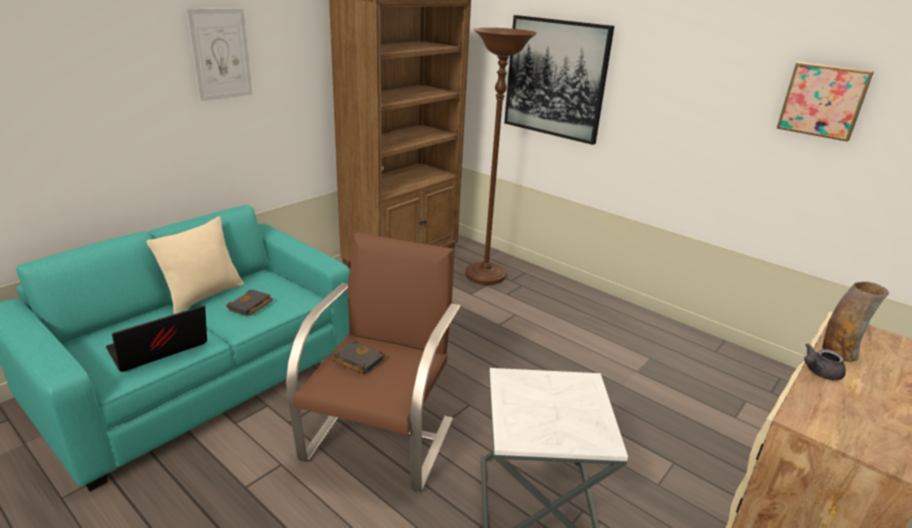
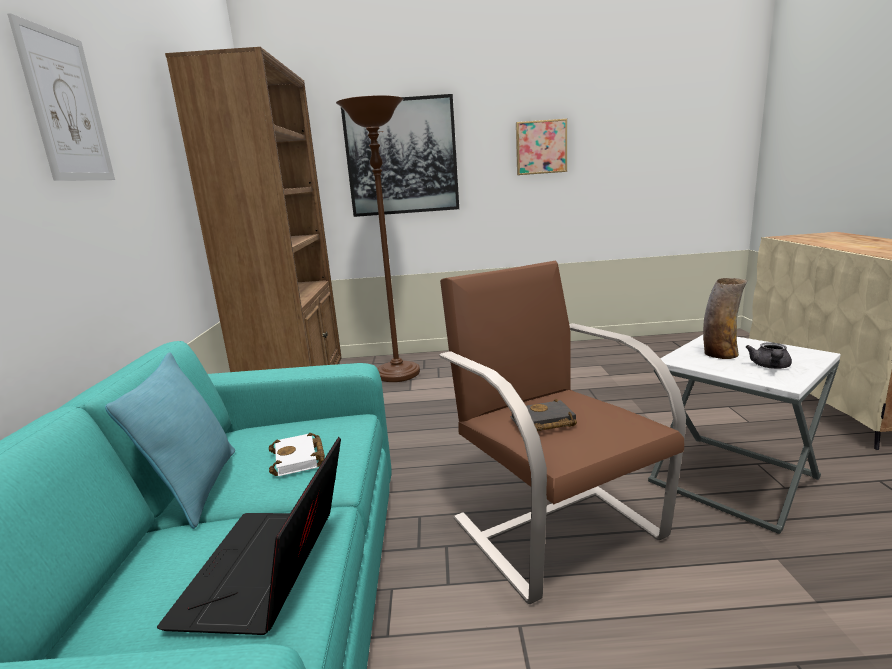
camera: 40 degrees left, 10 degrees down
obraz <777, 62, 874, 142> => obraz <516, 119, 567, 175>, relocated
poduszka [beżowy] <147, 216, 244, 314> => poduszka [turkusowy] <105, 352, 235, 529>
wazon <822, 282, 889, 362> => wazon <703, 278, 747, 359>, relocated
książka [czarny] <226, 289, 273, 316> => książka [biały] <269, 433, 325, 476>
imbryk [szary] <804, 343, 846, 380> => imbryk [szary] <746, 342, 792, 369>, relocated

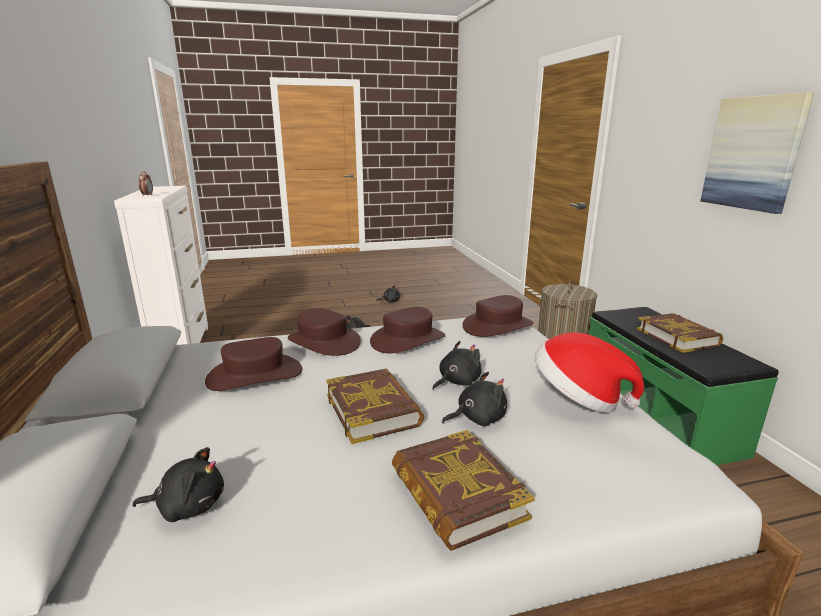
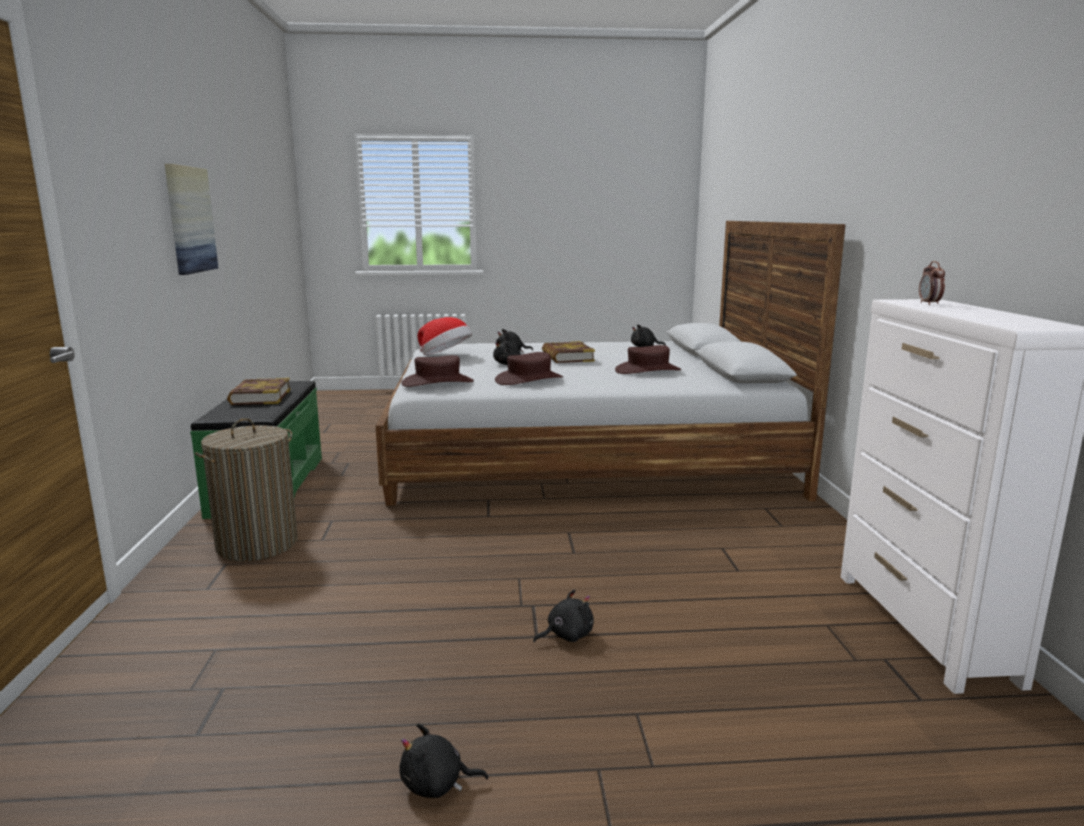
camera: 170 degrees left, 5 degrees down
kapelusz [brązowy] <288, 308, 361, 356> => nothing
książka <392, 430, 535, 551> => nothing

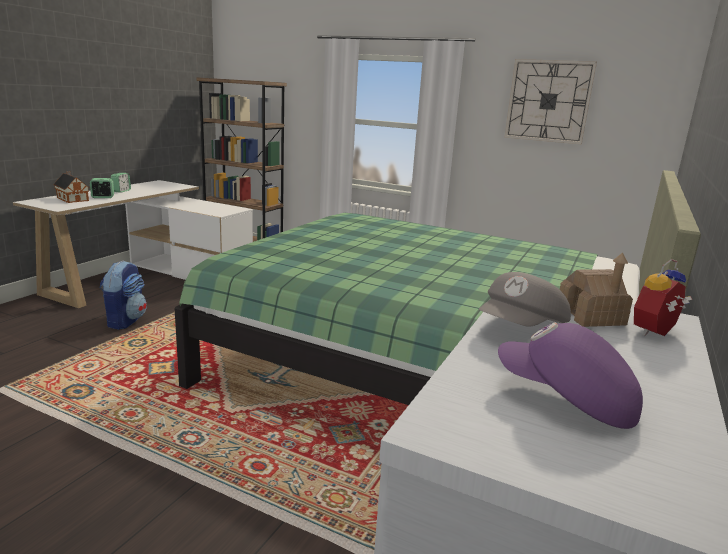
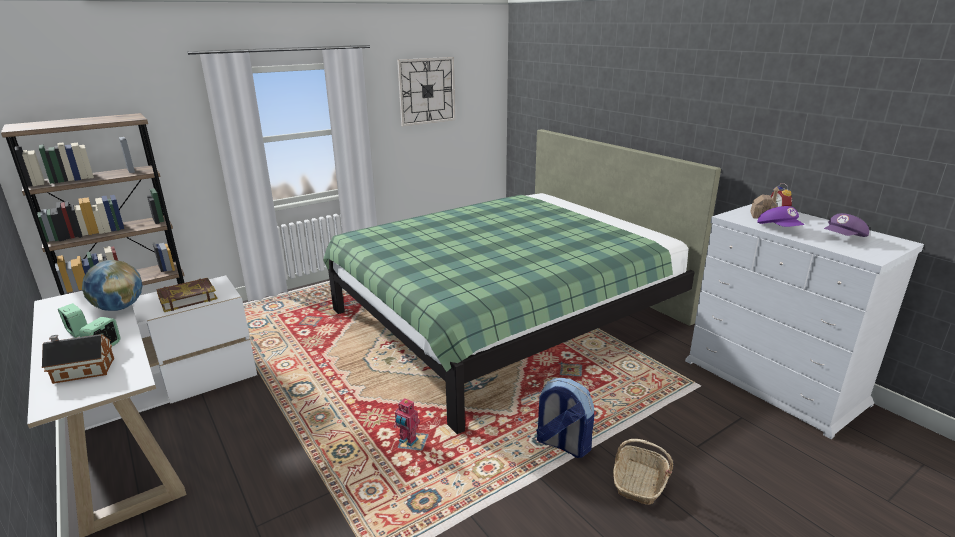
camera: 60 degrees left, 5 degrees up
plecak <100, 261, 147, 330> => plecak <536, 378, 594, 458>, relocated
czapka z daszkiem [szary] <478, 272, 571, 327> => czapka z daszkiem [fioletowy] <757, 206, 804, 227>
nothing => globus <82, 260, 142, 311>
nothing => książka <156, 278, 217, 312>
nothing => robot zabawkowy <394, 398, 420, 447>
nothing => koszyk <613, 439, 673, 505>

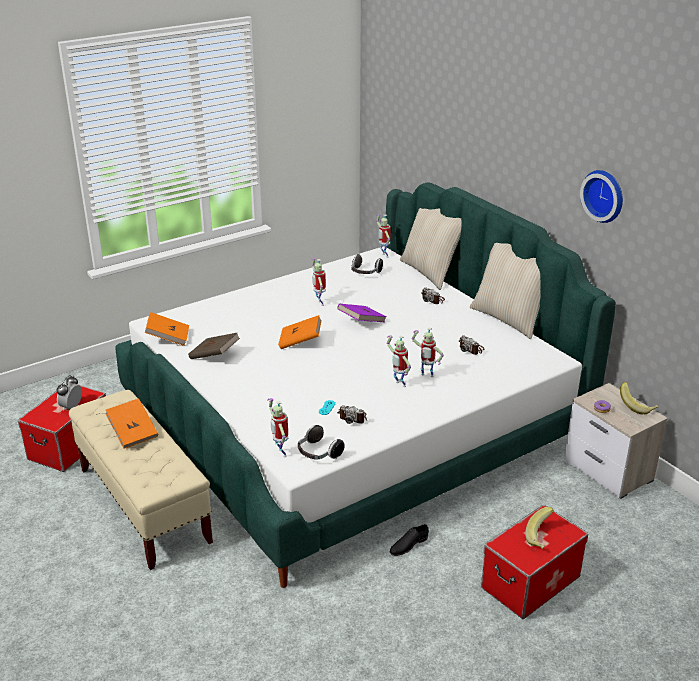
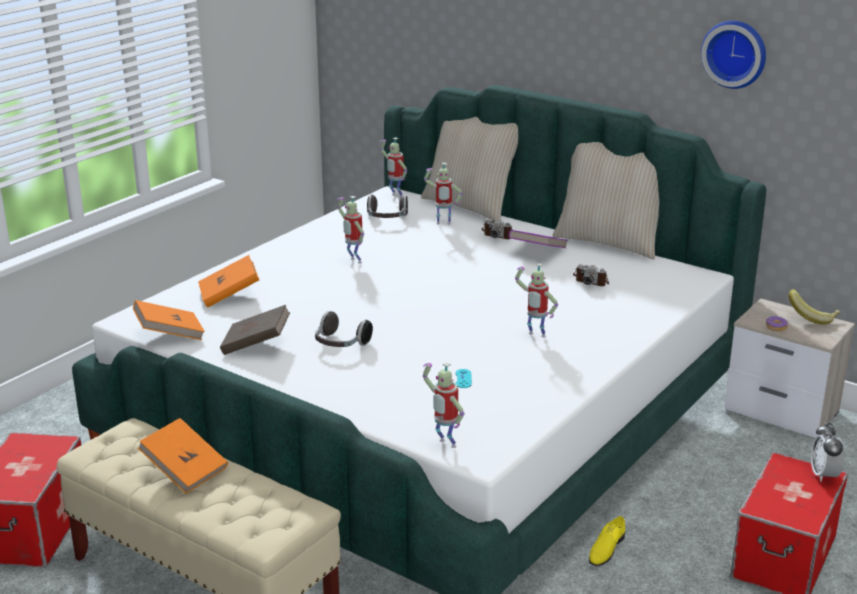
camera: 20 degrees left, 5 degrees down
książka [fioletowy] <337, 303, 386, 322> => książka [fioletowy] <509, 230, 568, 248>, relocated
książka [pomarańczowy] <278, 315, 322, 349> => książka [pomarańczowy] <198, 255, 259, 308>, relocated
robot zabawkowy <412, 327, 444, 377> => robot zabawkowy <424, 163, 463, 224>, relocated
budzik <56, 375, 82, 411> => budzik <811, 423, 845, 482>, relocated
aparat fotograficzny <337, 405, 367, 424> => nothing
słuchawki <298, 425, 345, 459> => słuchawki <315, 311, 373, 347>, relocated
banan <525, 507, 554, 549> => nothing
but [czarny] <390, 524, 429, 556> => but [żółty] <589, 516, 625, 566>

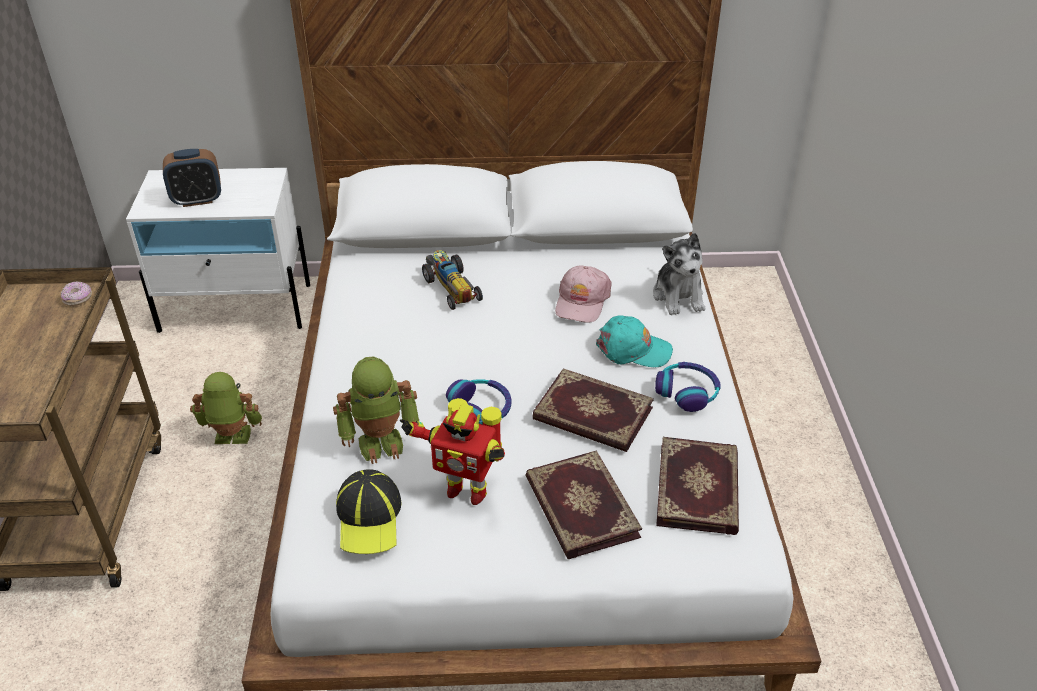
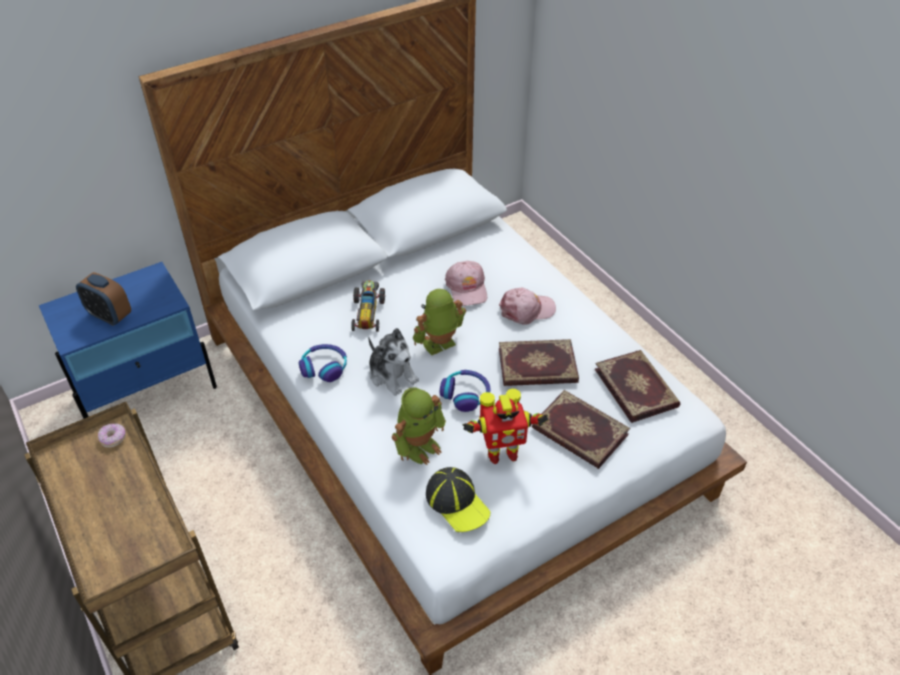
camera: 30 degrees left, 5 degrees up
budzik <163, 149, 221, 207> => budzik <76, 272, 131, 326>, 75 degrees clockwise
szafka nocna [biały] <126, 168, 310, 333> => szafka nocna [niebieski] <39, 262, 217, 419>
pluszak <653, 233, 705, 315> => pluszak <368, 328, 419, 396>, relocated
samochodzik <422, 250, 483, 310> => samochodzik <351, 280, 386, 332>, 60 degrees clockwise
czapka z daszkiem [turkusowy] <596, 316, 673, 367> => czapka z daszkiem [różowy] <499, 288, 556, 325>
słuchawki <655, 362, 721, 412> => słuchawki <299, 344, 347, 382>, relocated
robot zabawkowy <190, 372, 262, 444> => robot zabawkowy <413, 289, 466, 355>, relocated

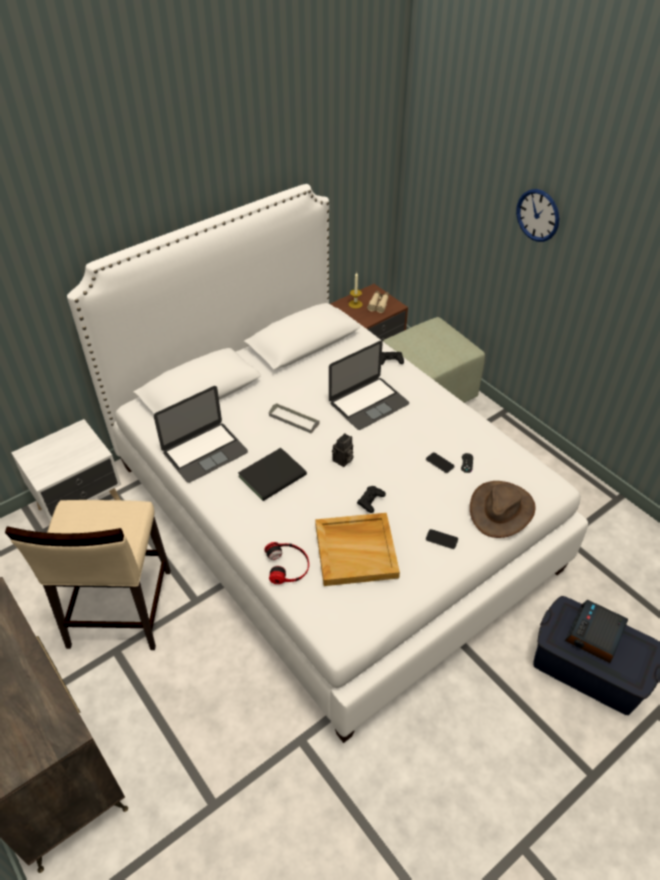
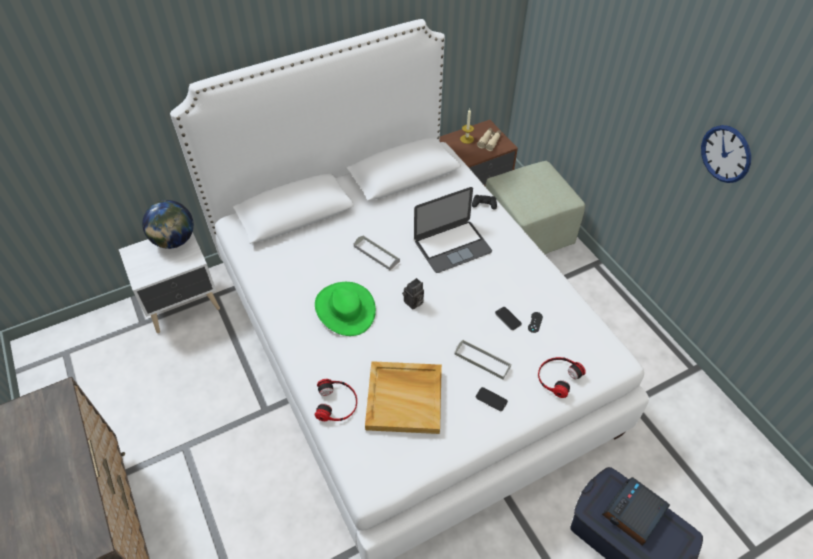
camera: 10 degrees right, 5 degrees up
zegar ścienny <516, 189, 559, 242> => zegar ścienny <701, 125, 751, 183>, relocated
laptop <154, 386, 248, 483> => nothing
książka [czarny] <238, 448, 307, 501> => kapelusz [zielony] <315, 282, 376, 336>
kapelusz [brązowy] <470, 481, 536, 538> => słuchawki <538, 357, 586, 398>
pad do gier [czarny] <357, 486, 386, 513> => nothing
krzesło [beżowy] <5, 500, 171, 650> => nothing
nothing => globus <142, 200, 194, 249>
nothing => taca [szary] <454, 340, 512, 379>

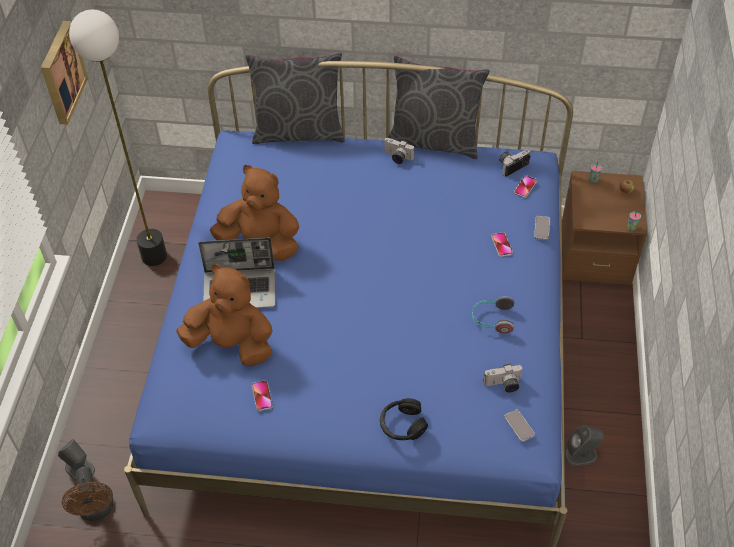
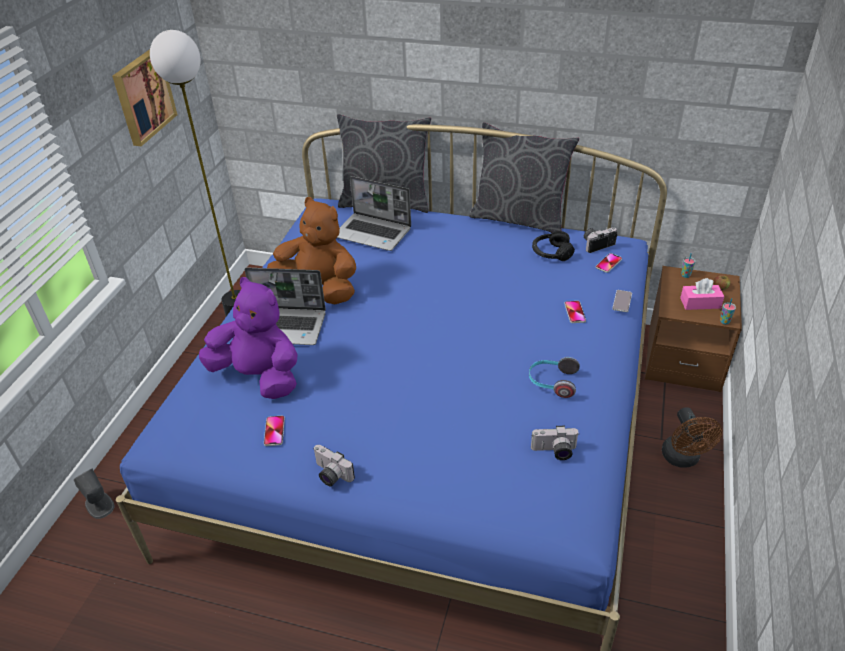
camera: 10 degrees right, 10 degrees down
aparat fotograficzny <384, 138, 414, 164> => aparat fotograficzny <313, 445, 355, 487>, relocated
pluszak [brązowy] <176, 264, 273, 366> => pluszak [fioletowy] <199, 277, 297, 399>
słuchawki [czarny] <380, 398, 428, 440> => słuchawki [czarny] <532, 231, 575, 261>, relocated
telefon <504, 410, 535, 442> => nothing
głośnik [szary] <565, 426, 604, 466> => nothing
wentylator [brązowy] <62, 467, 114, 521> => wentylator [brązowy] <662, 407, 722, 467>, relocated
nothing => laptop <337, 176, 411, 251>
nothing => pudełko chusteczek [różowy] <680, 278, 724, 310>

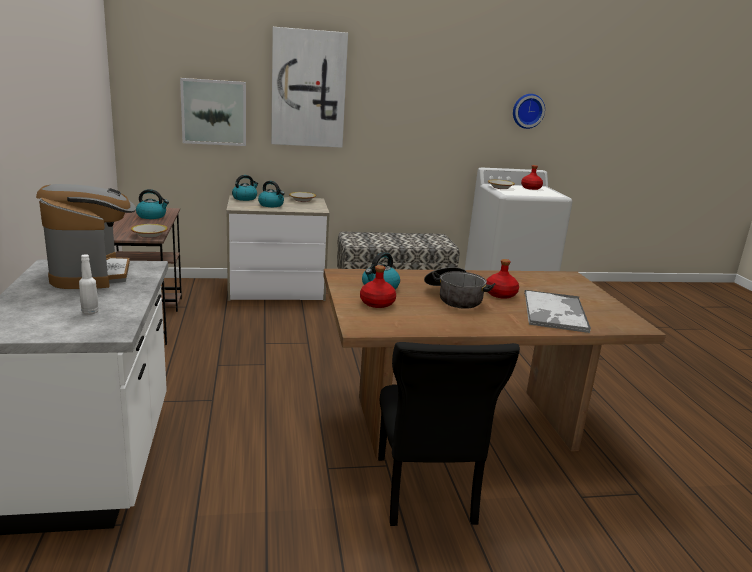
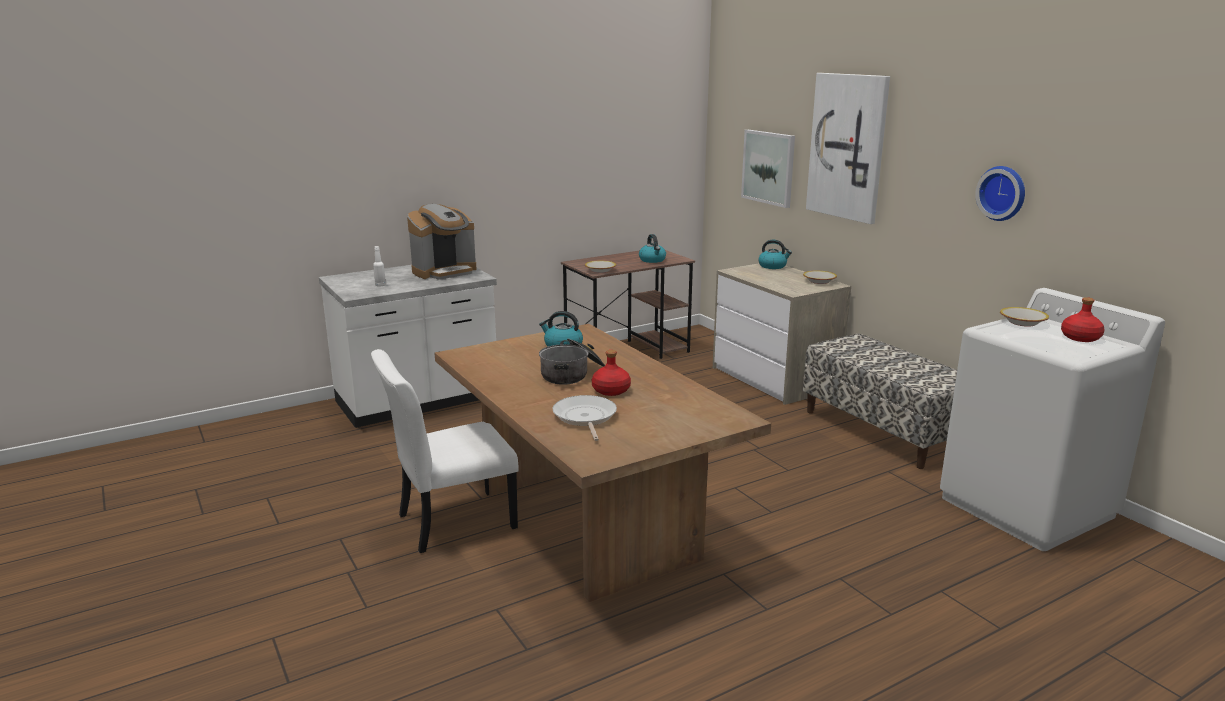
camera: 70 degrees right, 0 degrees up
zegar ścienny <513, 94, 545, 129> => zegar ścienny <975, 166, 1025, 221>, relocated
czajnik <258, 181, 285, 207> => nothing
butelka [czerwony] <360, 265, 396, 308> => nothing
taca <524, 290, 591, 333> => patelnia <553, 395, 617, 441>
krzesło [czarny] <378, 342, 520, 526> => krzesło [biały] <371, 349, 519, 553>

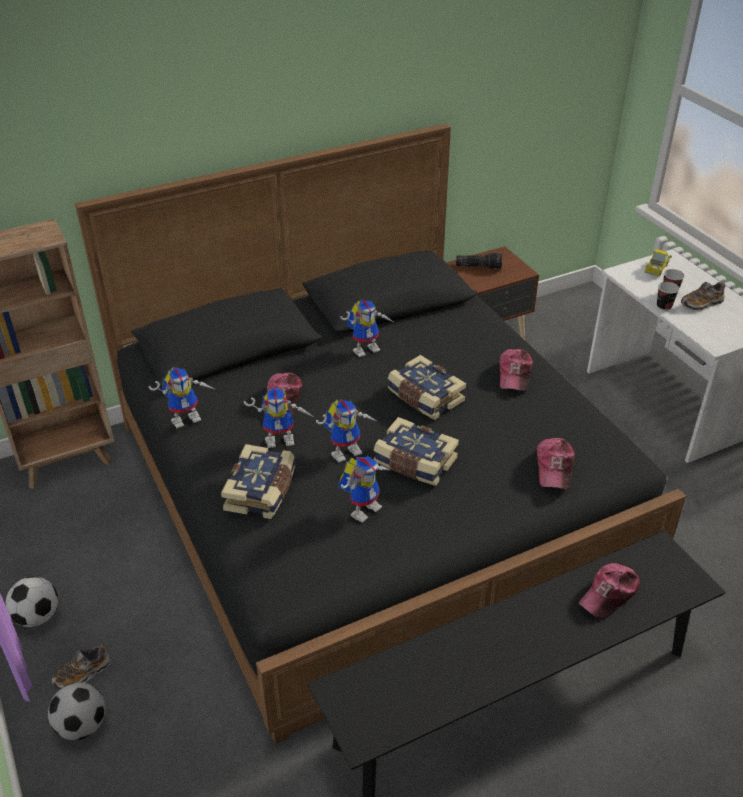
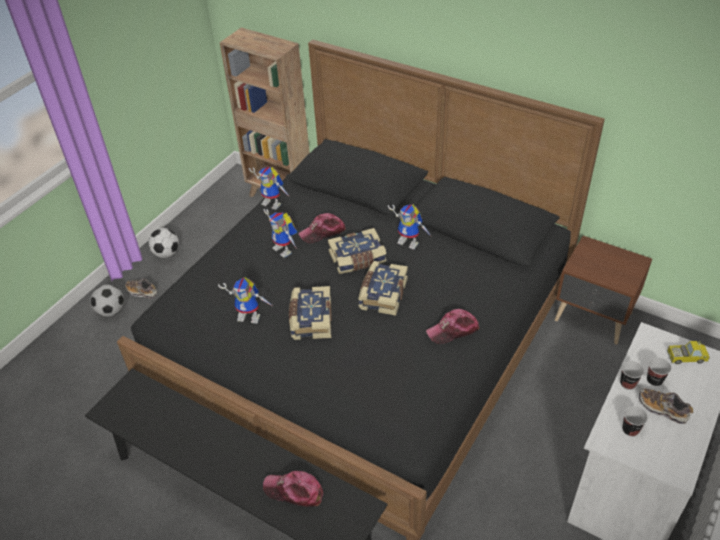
camera: 60 degrees right, 5 degrees up
latarka <456, 253, 502, 269> => nothing
robot zabawkowy <316, 399, 377, 463> => nothing
czapka z daszkiem <537, 438, 575, 489> => nothing
książka <221, 444, 295, 519> => książka <328, 228, 386, 274>, relocated
nothing => filiżanka <622, 406, 648, 437>

